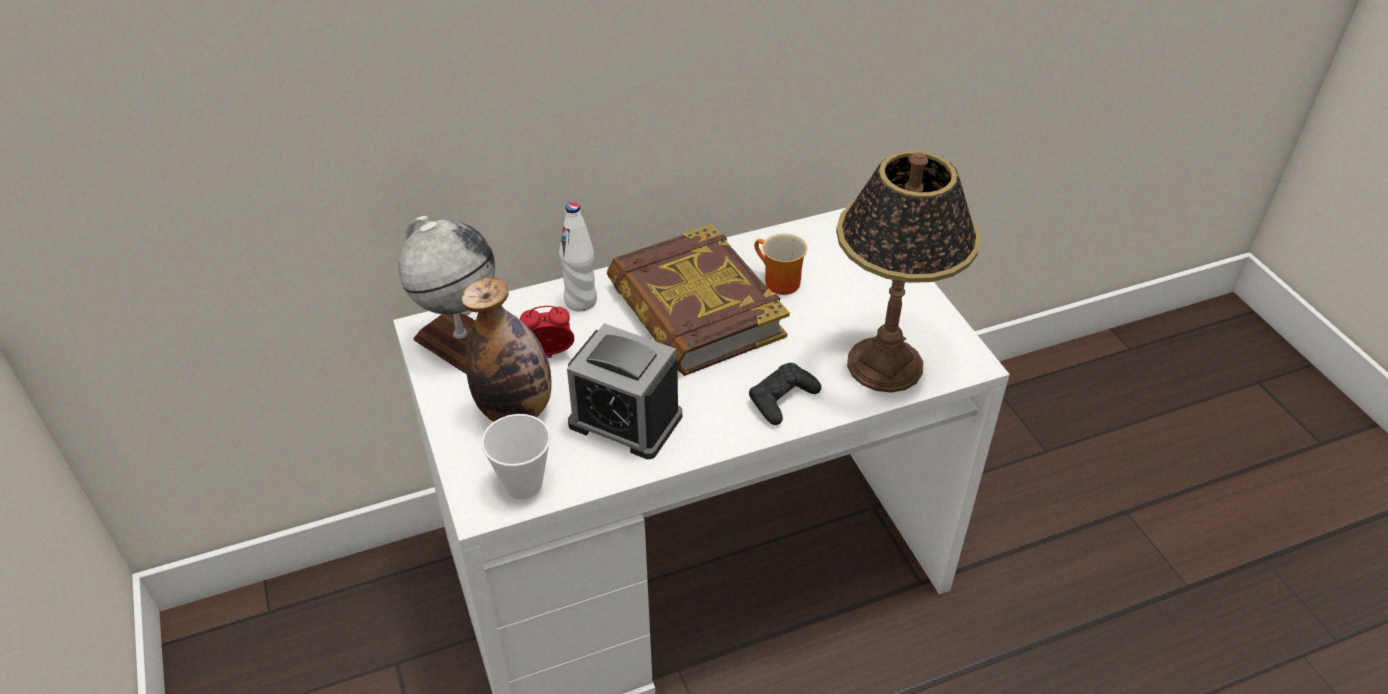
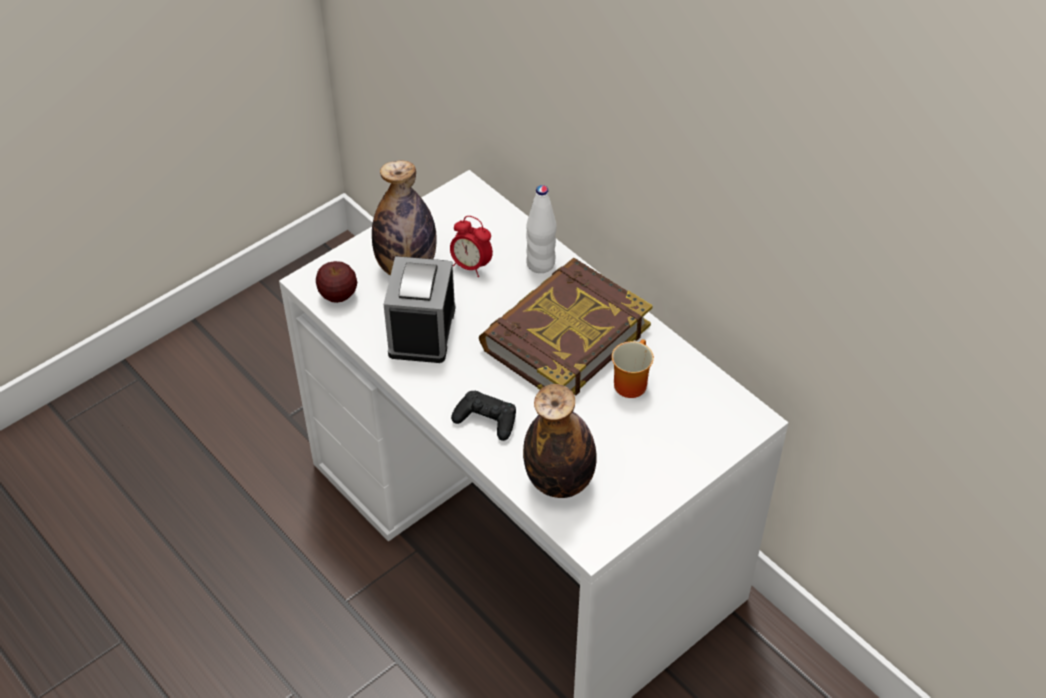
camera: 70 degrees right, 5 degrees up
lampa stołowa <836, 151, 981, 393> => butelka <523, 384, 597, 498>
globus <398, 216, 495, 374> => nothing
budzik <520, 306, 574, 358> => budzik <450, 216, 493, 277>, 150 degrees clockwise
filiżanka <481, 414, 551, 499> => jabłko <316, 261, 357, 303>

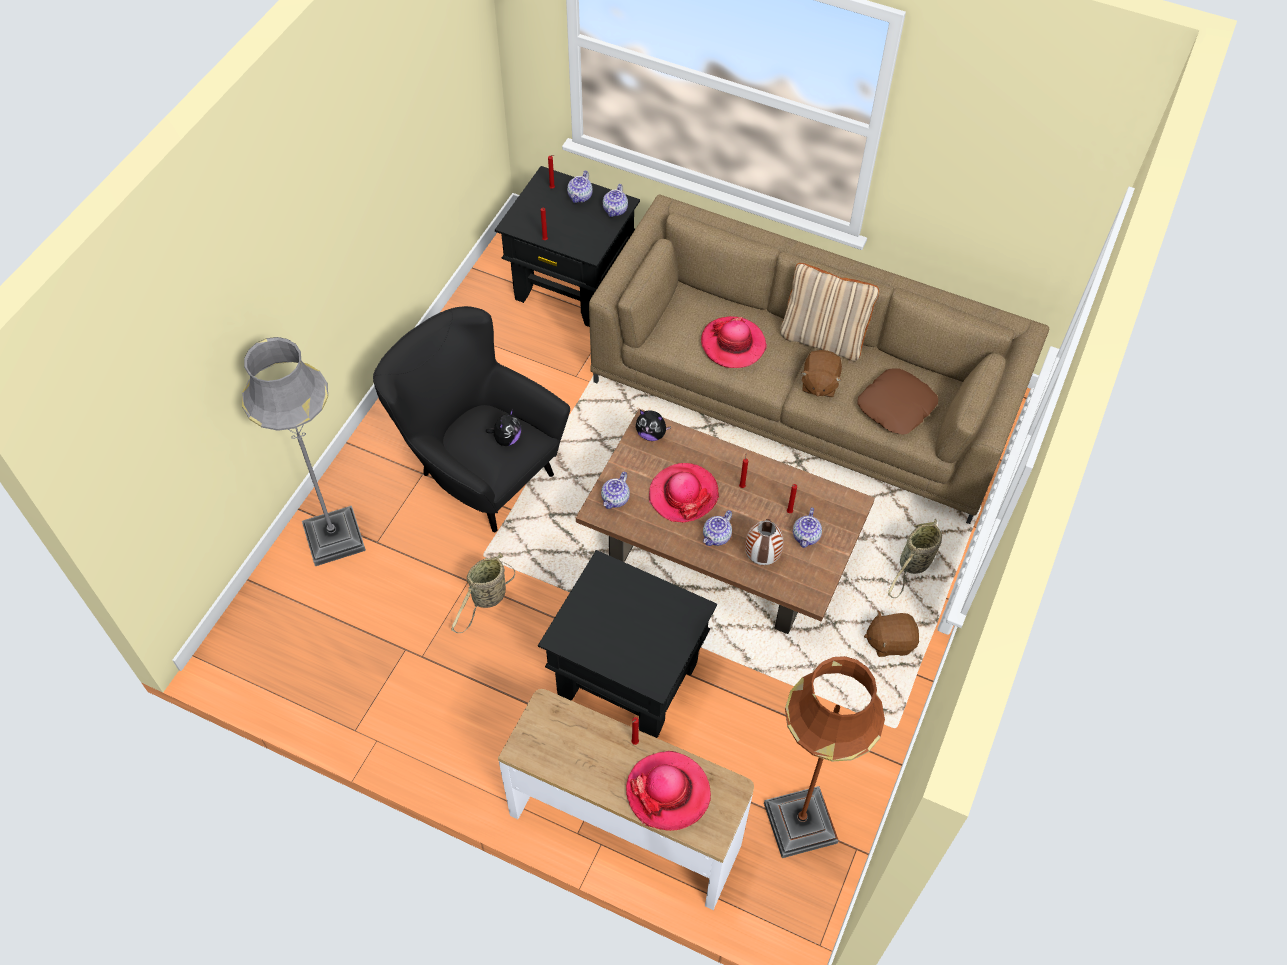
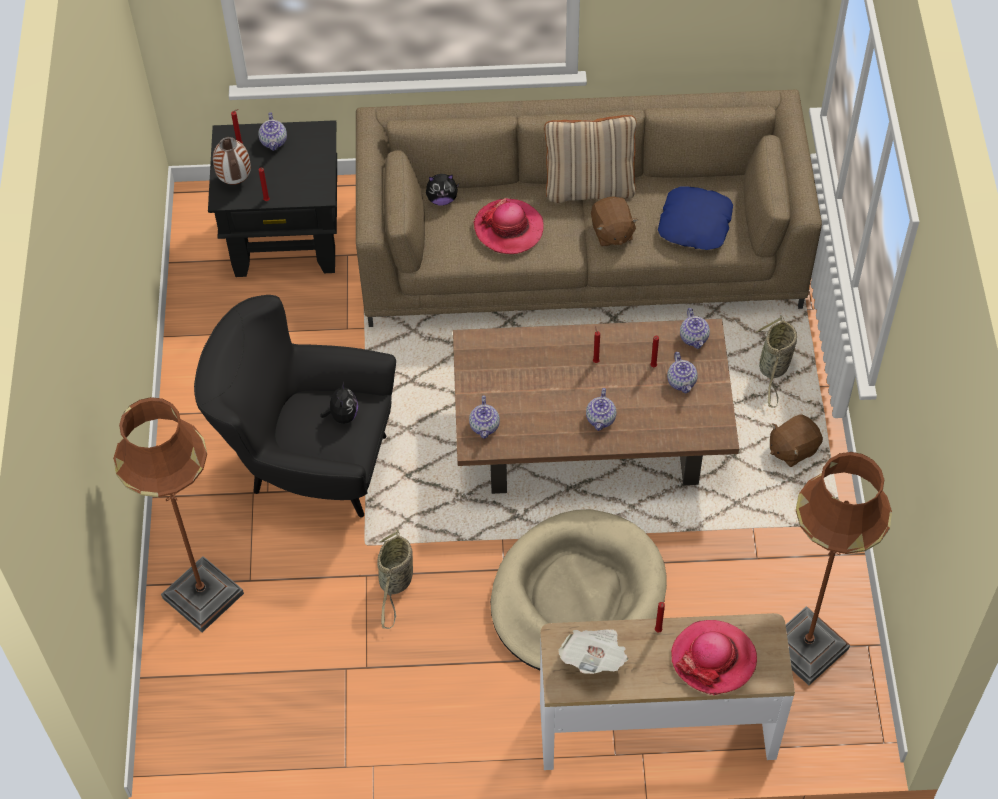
camera: 25 degrees left, 0 degrees up
imbryk <603, 184, 628, 217> => imbryk <680, 308, 710, 349>, relocated
lampa stojąca [szary] <242, 337, 366, 566> => lampa stojąca [brązowy] <113, 397, 244, 632>
poduszka [brązowy] <857, 369, 938, 435> => poduszka [niebieski] <658, 186, 733, 250>
pluszak <636, 410, 671, 441> => pluszak <426, 174, 459, 206>, relocated
kapelusz <649, 463, 719, 522> => nothing
wazon <745, 519, 784, 565> => wazon <213, 137, 251, 185>, relocated
stolik [czarny] <538, 550, 717, 738> => legowisko [beżowy] <490, 509, 667, 670>
nothing => gazeta <558, 629, 628, 674>

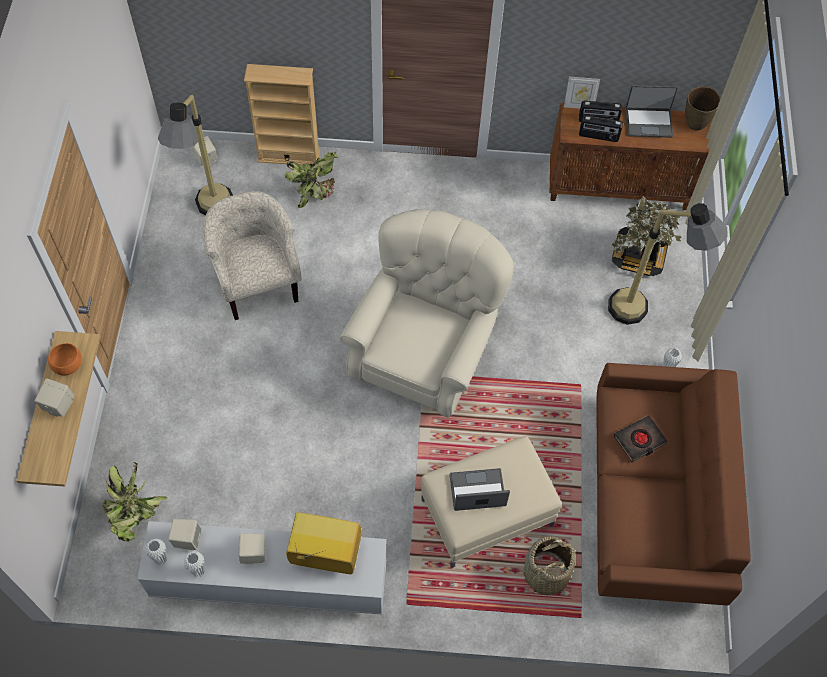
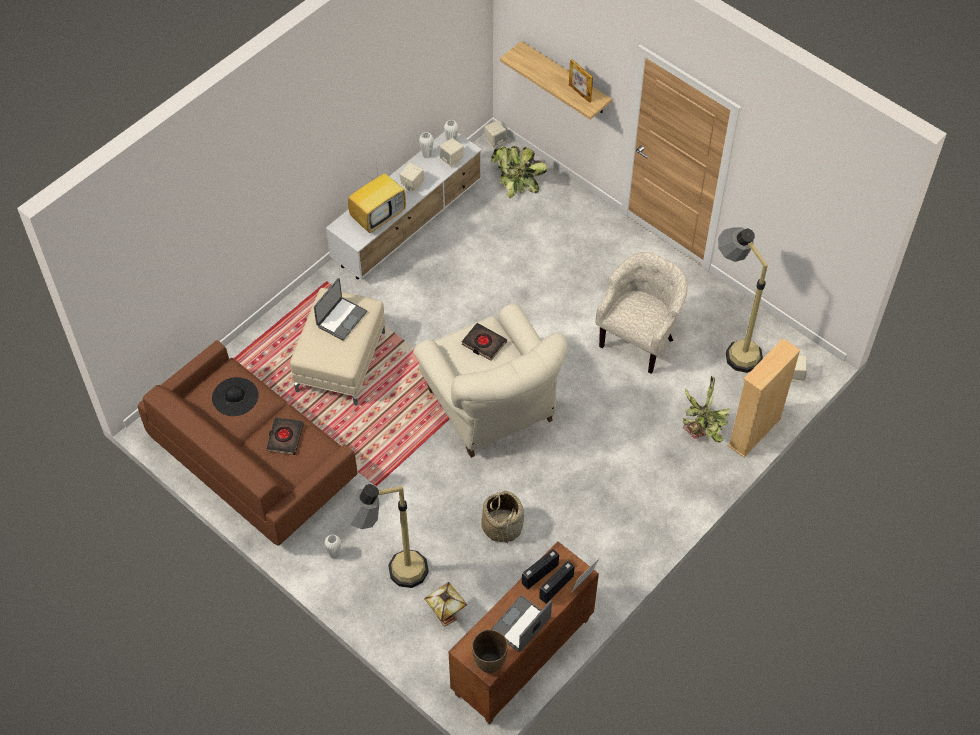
camera: 130 degrees right, 5 degrees down
fotel [beżowy] <203, 191, 302, 320> => fotel [beżowy] <596, 252, 688, 374>, 75 degrees counterclockwise
roślina doniczkowa <612, 197, 682, 276> => lampa stołowa <424, 582, 467, 627>
miska [pomarańczowy] <48, 343, 82, 376> => ramka na zdjęcie <569, 59, 593, 103>
głośnik [beżowy] <35, 378, 74, 417> => głośnik [beżowy] <484, 121, 507, 148>, relocated
koszyk <524, 536, 575, 595> => koszyk <481, 489, 524, 544>, relocated
nothing => książka [czarny] <462, 323, 507, 361>
nothing => kapelusz [czarny] <212, 377, 258, 416>

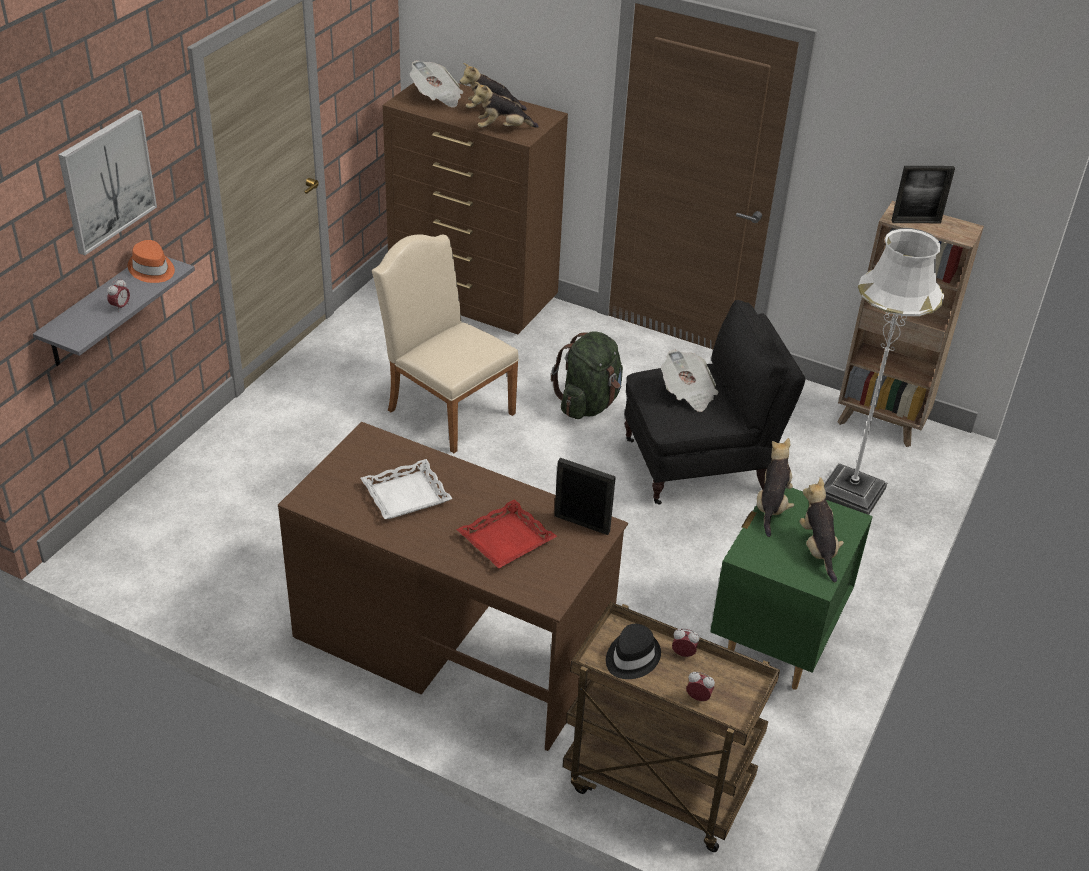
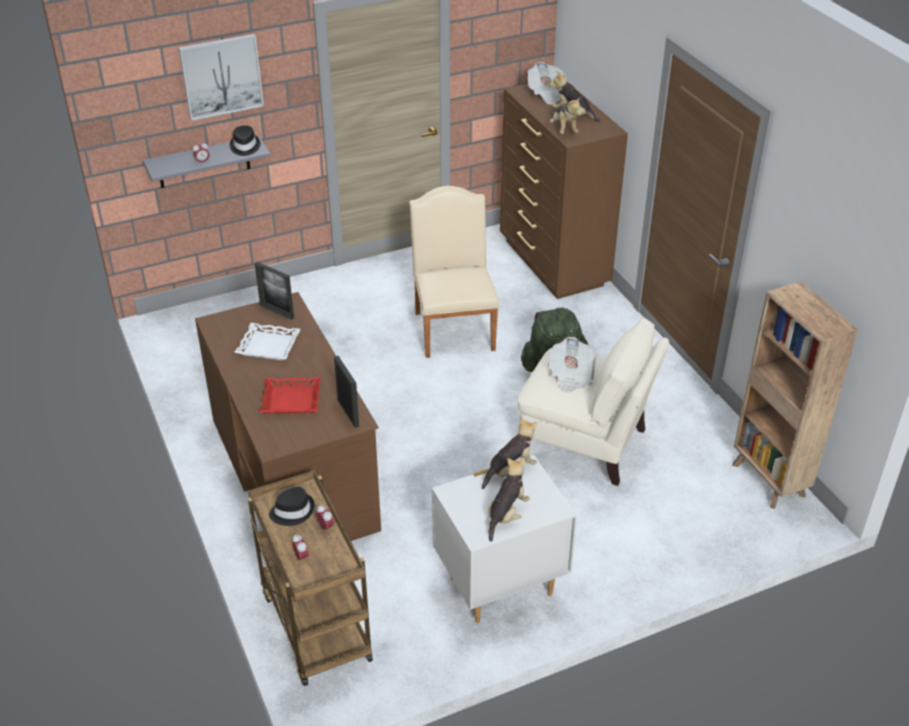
camera: 40 degrees right, 0 degrees up
pluszak <471, 82, 539, 128> => pluszak <550, 97, 582, 134>, 135 degrees counterclockwise
ramka na zdjęcie <891, 166, 955, 223> => ramka na zdjęcie <255, 262, 294, 320>, relocated
lampa stojąca [biały] <824, 228, 944, 515> => nothing
kapelusz [pomarańczowy] <128, 240, 175, 283> => kapelusz [czarny] <230, 126, 260, 156>
fotel [czarny] <624, 300, 805, 505> => fotel [beżowy] <518, 318, 669, 486>
szafka nocna [zielony] <710, 488, 873, 690> => szafka nocna [biały] <432, 454, 577, 623>

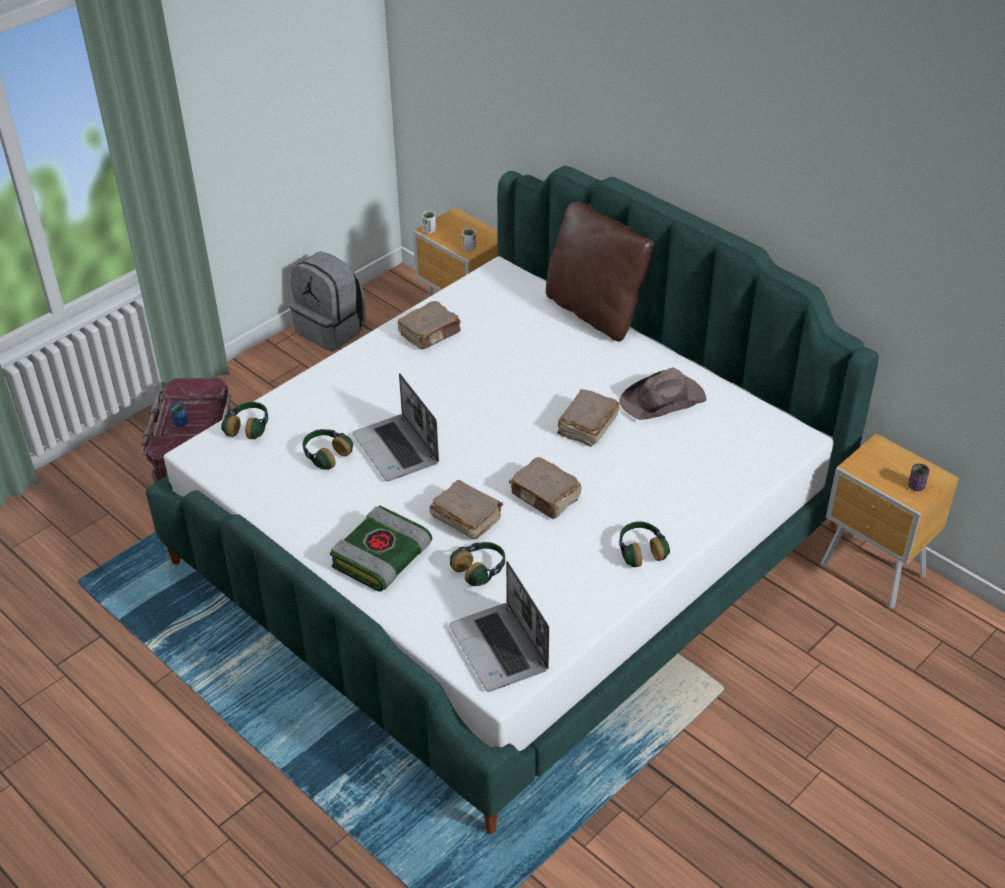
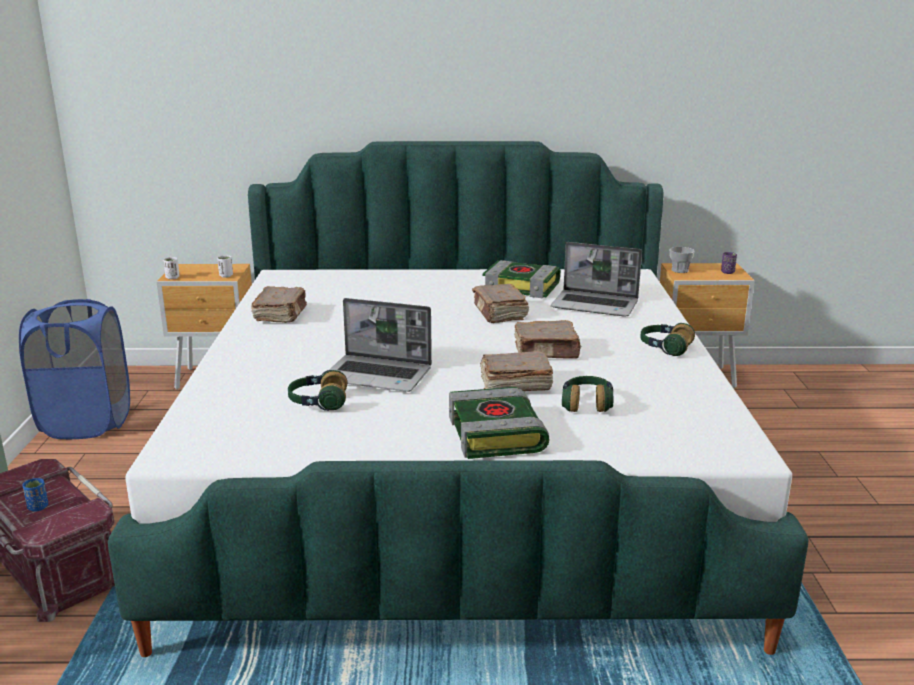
camera: 45 degrees left, 20 degrees down
poduszka [brązowy] <546, 202, 653, 342> => nothing
plecak [szary] <290, 251, 366, 351> => kosz na pranie [niebieski] <19, 299, 130, 439>
kapelusz [brązowy] <619, 367, 706, 420> => książka <483, 260, 561, 298>
słuchawki <221, 402, 268, 439> => nothing
laptop <449, 561, 549, 692> => laptop <551, 242, 642, 317>, relocated
nothing => filiżanka <670, 247, 694, 273>

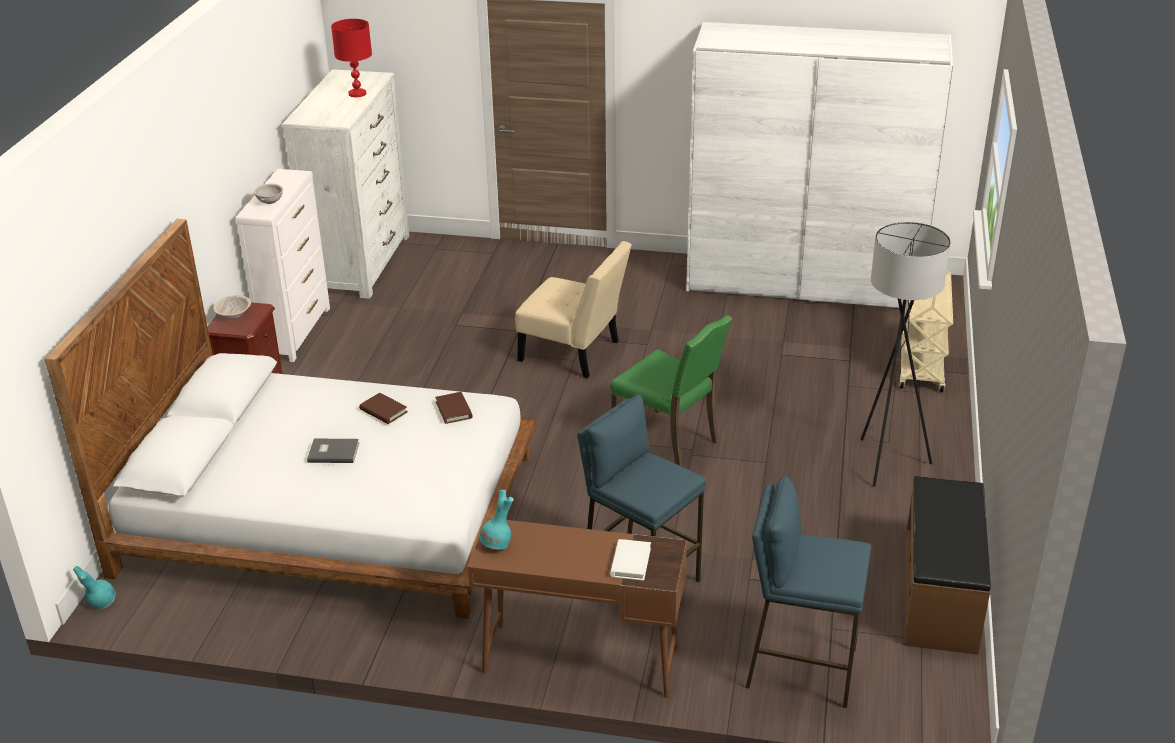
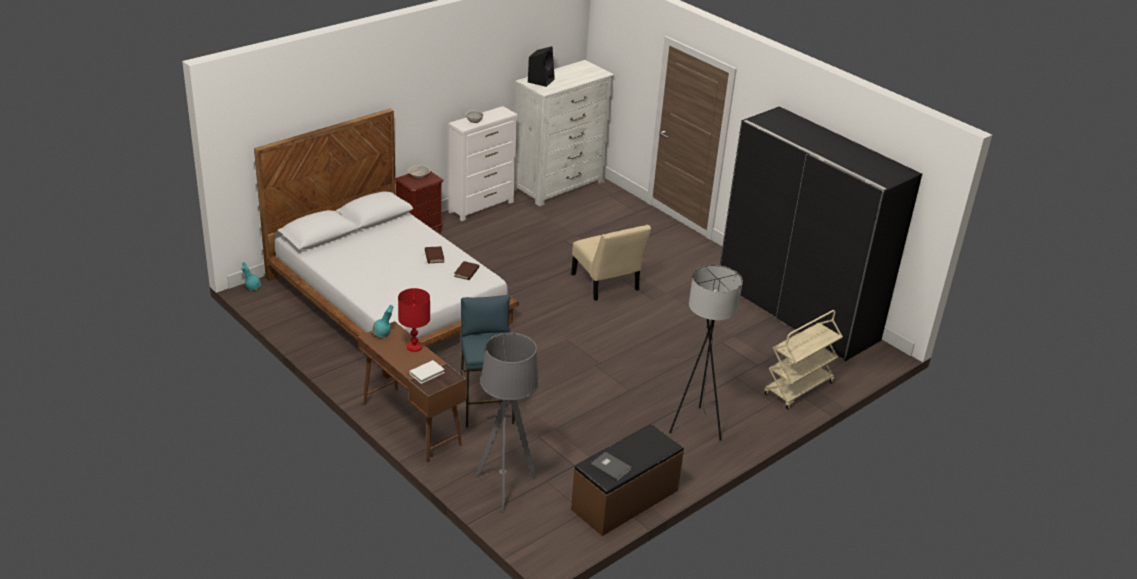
camera: 35 degrees right, 0 degrees up
lampa stołowa [czerwony] <331, 19, 372, 97> => lampa stołowa [czerwony] <398, 288, 430, 352>, relocated
szafa [biały] <686, 22, 953, 308> => szafa [czarny] <720, 106, 922, 361>
krzesło [zielony] <610, 315, 733, 467> => nothing
książka [szary] <307, 439, 359, 463> => książka [szary] <590, 452, 631, 482>, relocated
stołek [niebieski] <745, 476, 871, 708> => lampa stojąca [szary] <476, 333, 539, 512>
nothing => głośnik [czarny] <528, 46, 555, 87>

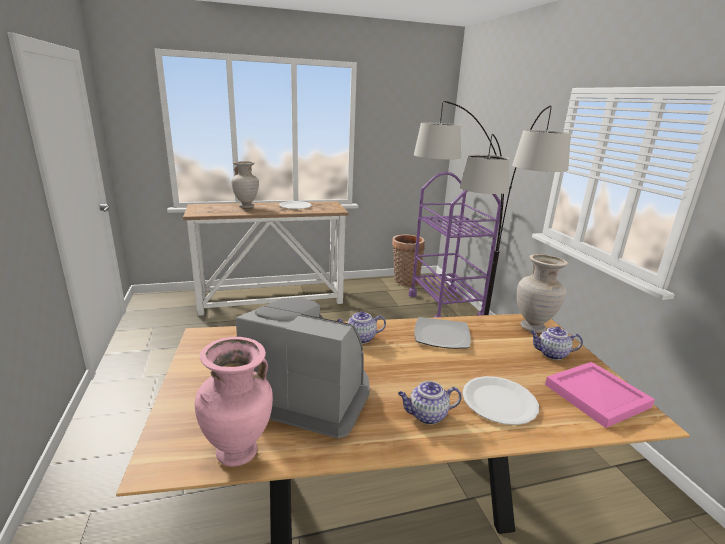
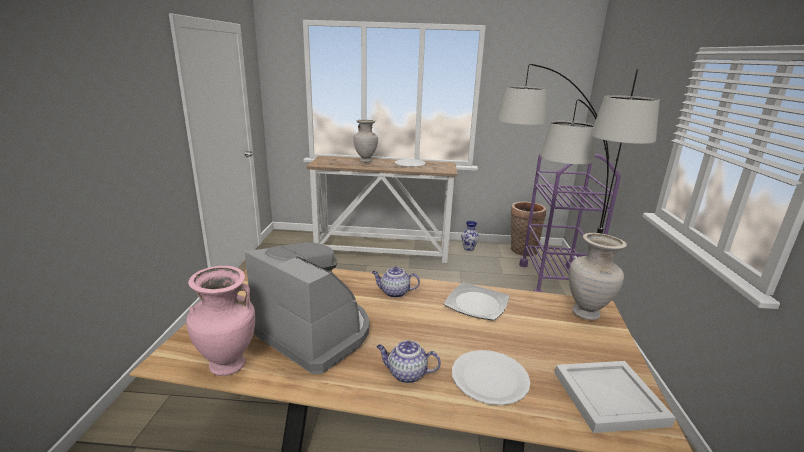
camera: 20 degrees right, 0 degrees up
imbryk <530, 327, 583, 360> => nothing
taca [różowy] <545, 362, 655, 428> => taca [biały] <555, 361, 676, 433>
nothing => wazon <461, 221, 479, 251>

